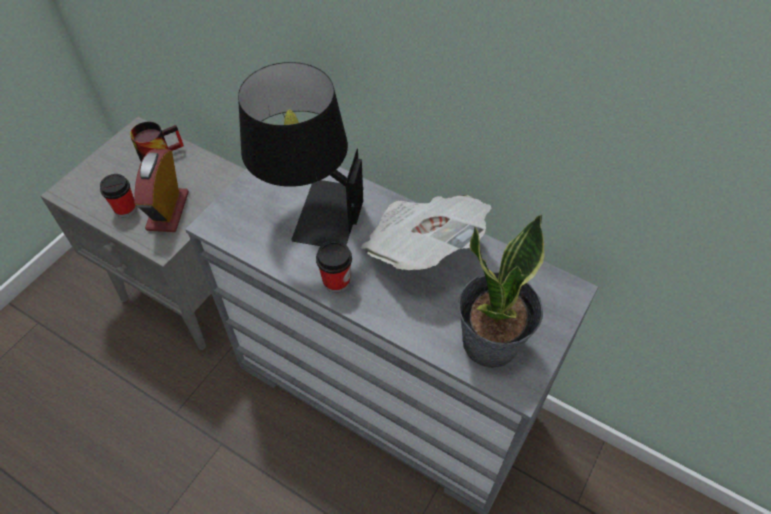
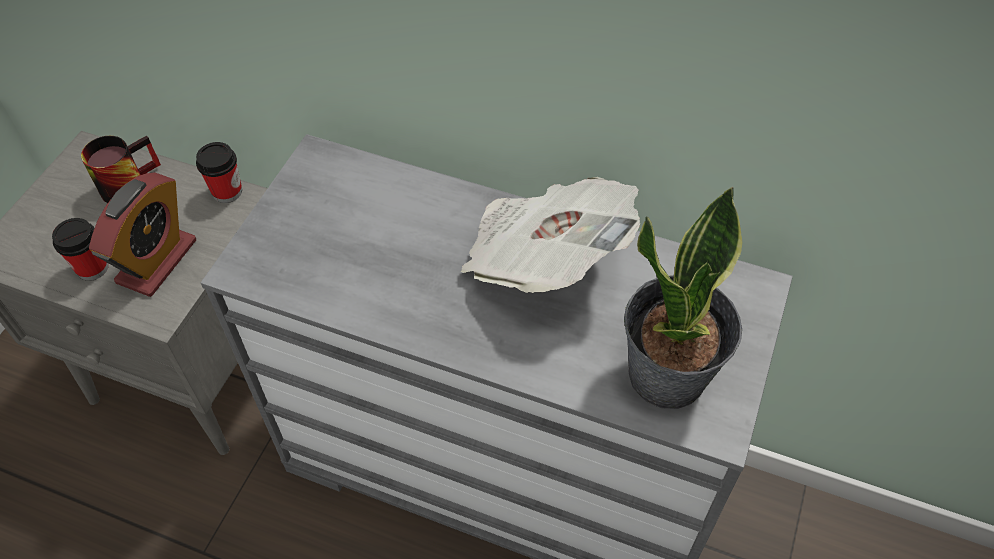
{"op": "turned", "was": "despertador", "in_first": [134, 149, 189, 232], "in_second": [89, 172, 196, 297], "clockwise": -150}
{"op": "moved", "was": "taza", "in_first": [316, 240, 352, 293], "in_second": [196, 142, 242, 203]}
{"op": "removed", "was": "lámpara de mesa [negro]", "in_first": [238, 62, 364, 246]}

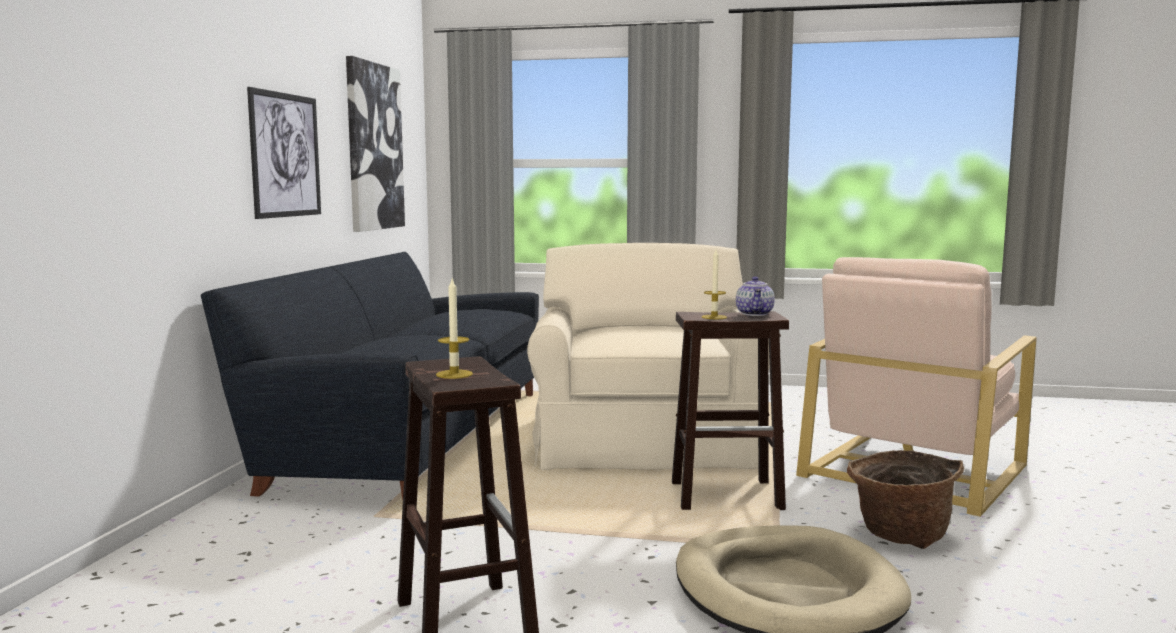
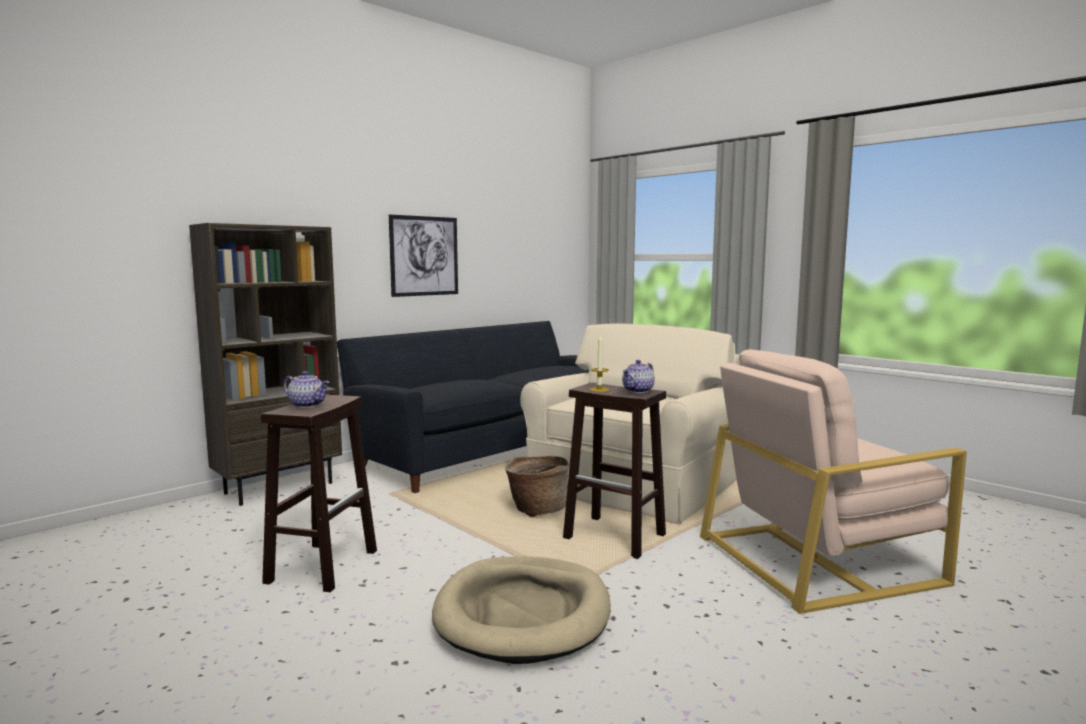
{"op": "added", "now": "estantería [marrón]", "in_second": [189, 223, 342, 506]}
{"op": "replaced", "was": "vela", "now": "tetera", "in_first": [436, 279, 473, 379], "in_second": [283, 371, 329, 408]}
{"op": "moved", "was": "cesta", "in_first": [847, 450, 964, 549], "in_second": [505, 456, 569, 517]}
{"op": "removed", "was": "cuadro", "in_first": [346, 56, 405, 232]}

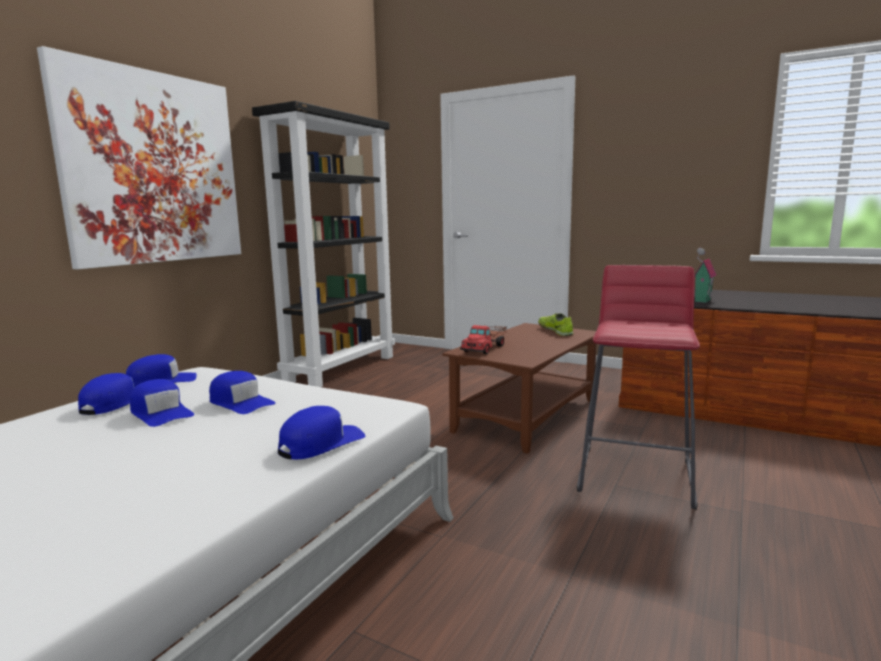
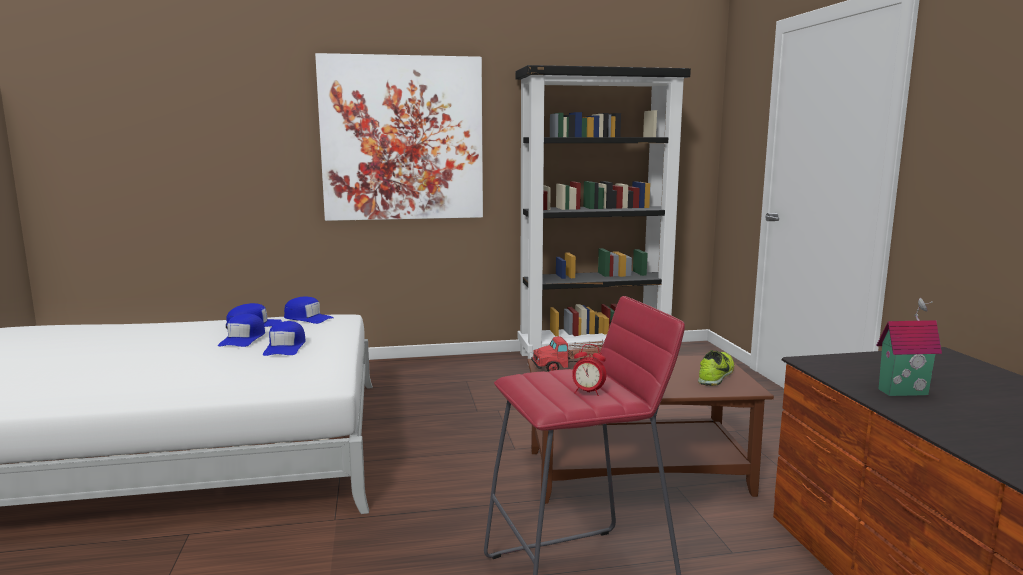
{"op": "added", "now": "despertador", "in_second": [572, 344, 607, 396]}
{"op": "removed", "was": "gorra [azul]", "in_first": [278, 406, 366, 459]}

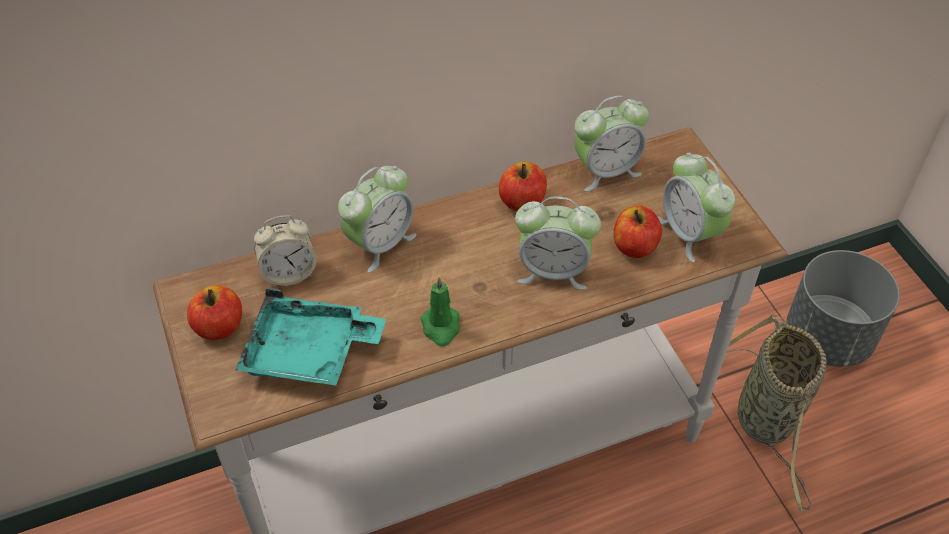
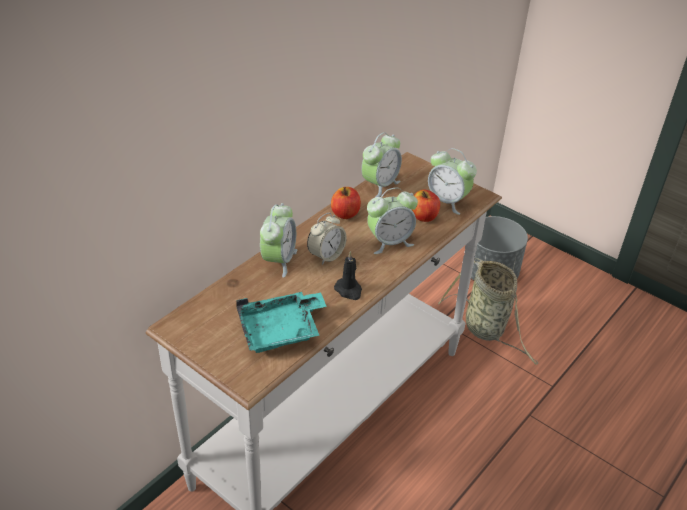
{"op": "moved", "was": "despertador", "in_first": [254, 215, 317, 286], "in_second": [307, 212, 347, 265]}
{"op": "recoloured", "was": "vela [verde]", "now": "vela [negro]", "in_first": [420, 277, 460, 347], "in_second": [334, 251, 362, 300]}
{"op": "removed", "was": "manzana", "in_first": [187, 285, 242, 340]}

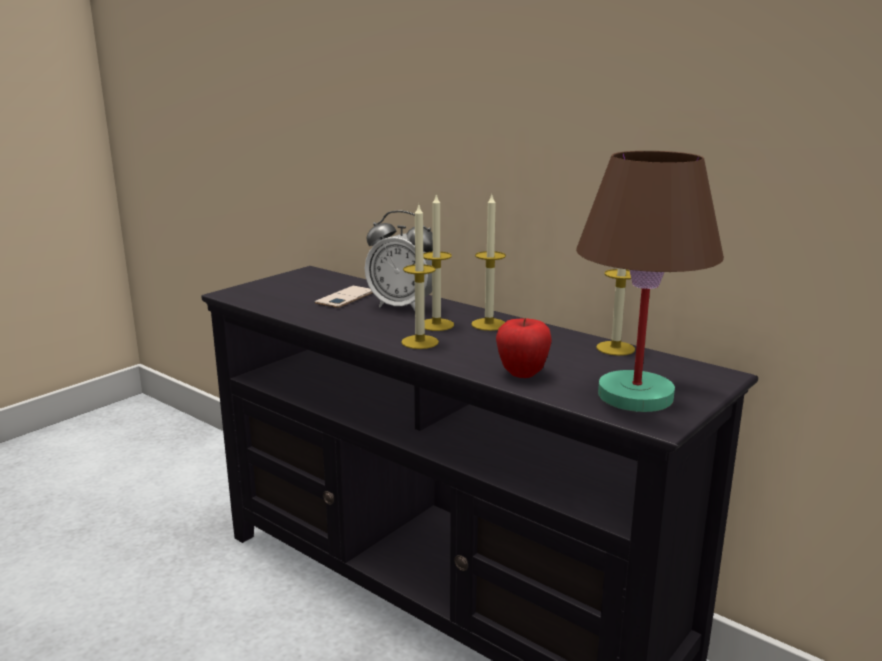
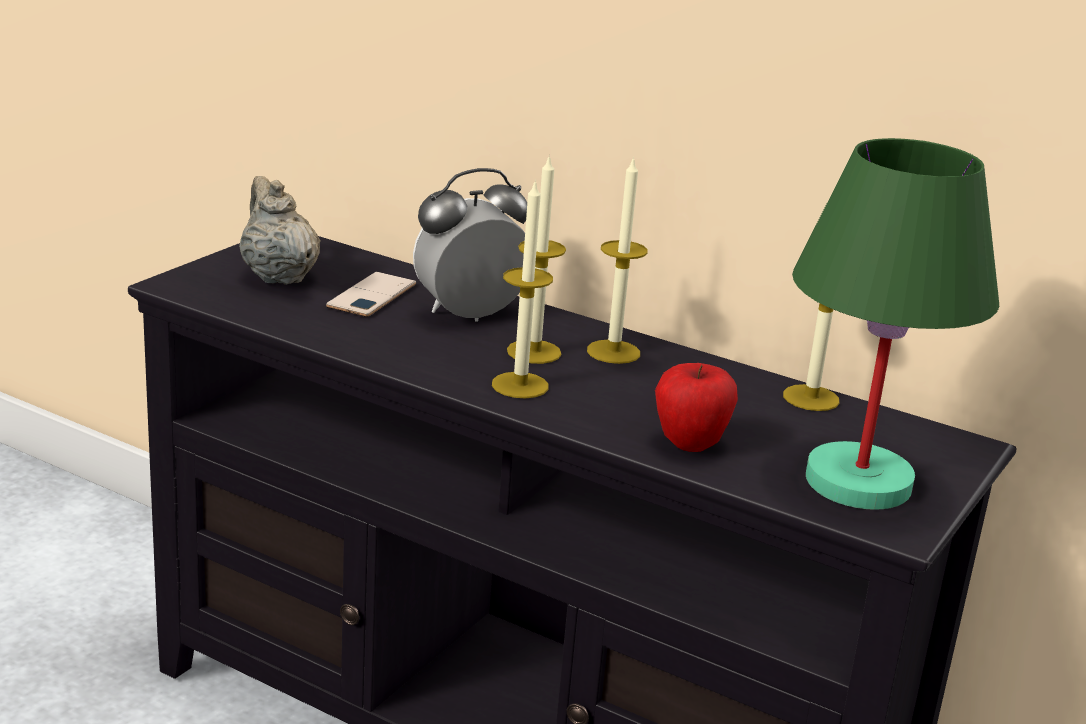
{"op": "added", "now": "tetera [beis]", "in_second": [239, 176, 320, 285]}
{"op": "turned", "was": "despertador", "in_first": [365, 210, 433, 311], "in_second": [413, 168, 527, 322], "clockwise": 135}
{"op": "recoloured", "was": "lámpara de mesa [marrón]", "now": "lámpara de mesa [verde]", "in_first": [576, 151, 724, 412], "in_second": [792, 138, 999, 510]}

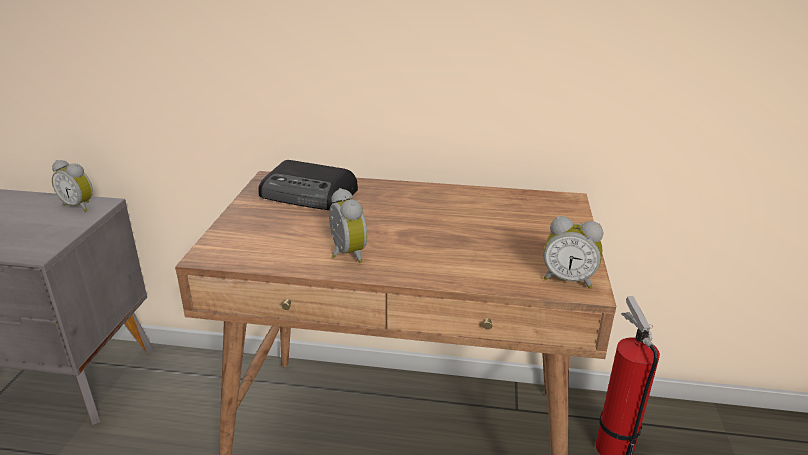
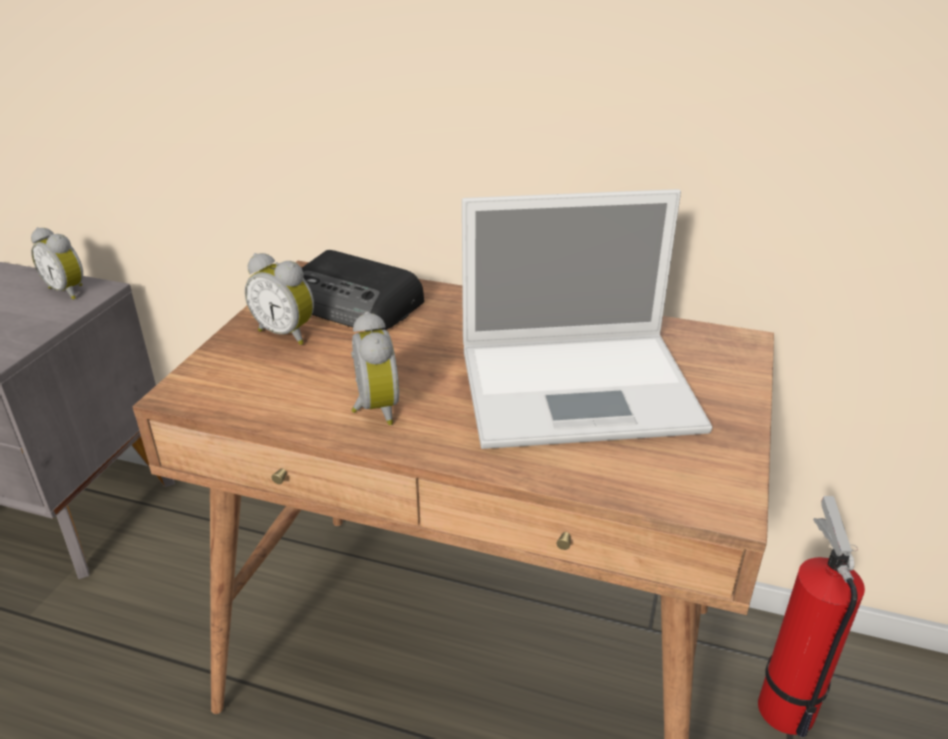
{"op": "moved", "was": "despertador", "in_first": [543, 216, 603, 289], "in_second": [245, 253, 314, 345]}
{"op": "added", "now": "portátil", "in_second": [462, 189, 713, 449]}

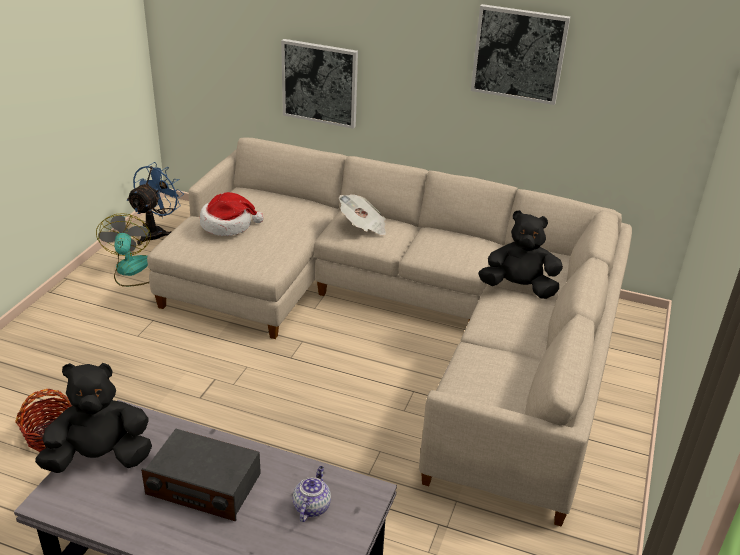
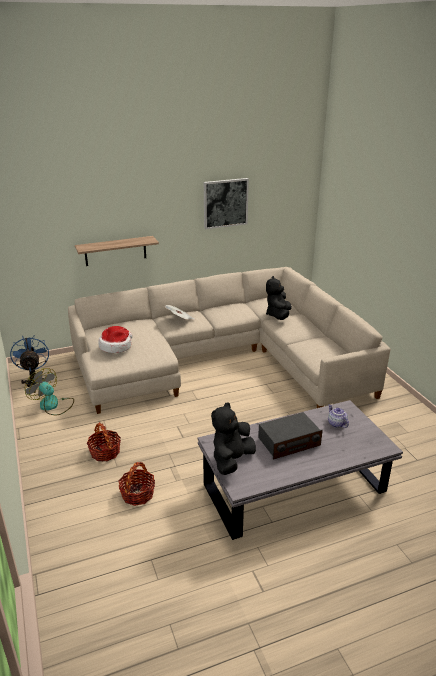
{"op": "replaced", "was": "cuadro", "now": "estante", "in_first": [281, 39, 358, 129], "in_second": [75, 236, 159, 266]}
{"op": "added", "now": "cesta", "in_second": [87, 422, 121, 461]}
{"op": "turned", "was": "peluche [negro]", "in_first": [478, 210, 563, 299], "in_second": [266, 276, 292, 320], "clockwise": -45}

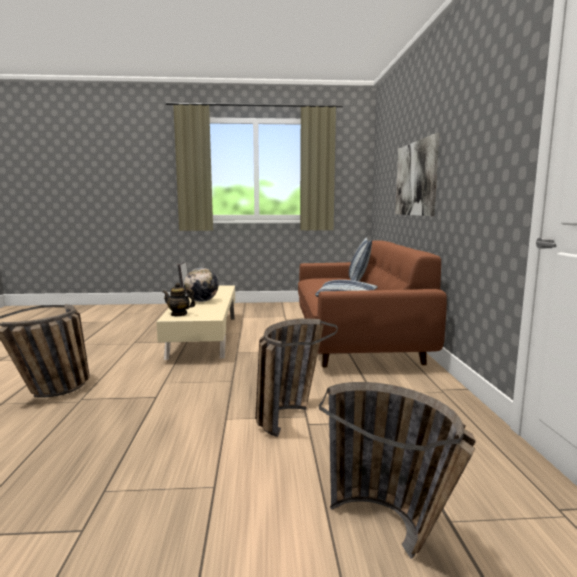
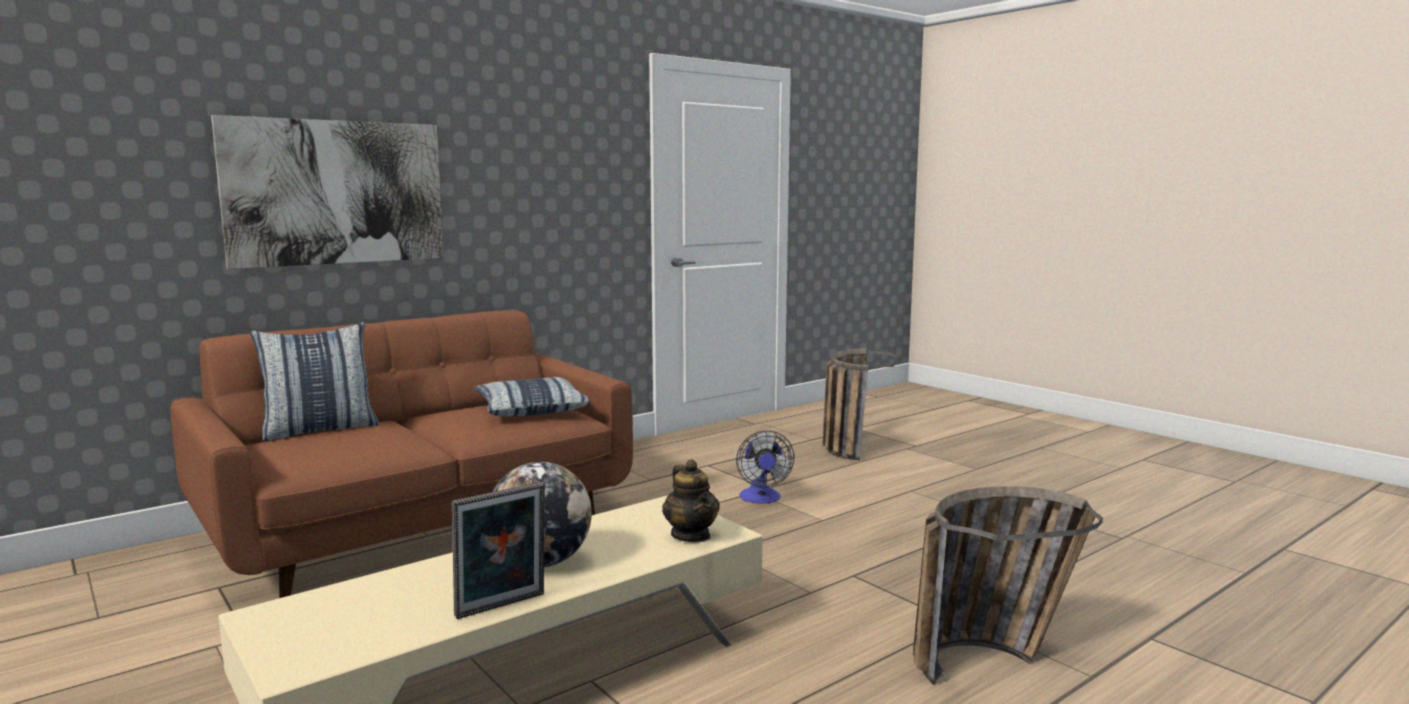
{"op": "replaced", "was": "cesta", "now": "ventilador", "in_first": [255, 319, 338, 437], "in_second": [736, 431, 795, 503]}

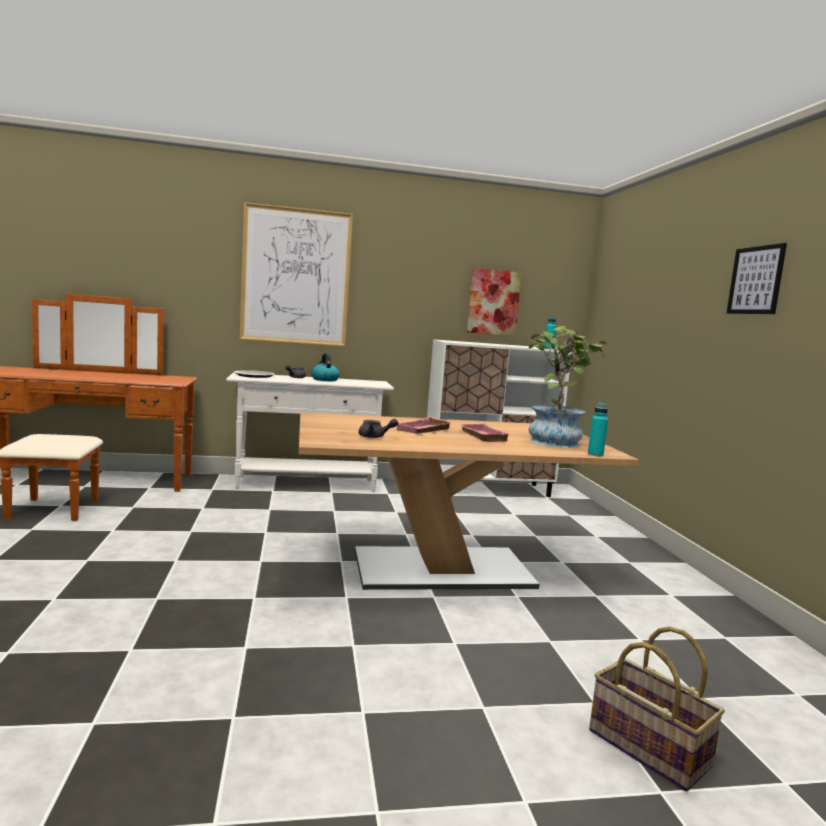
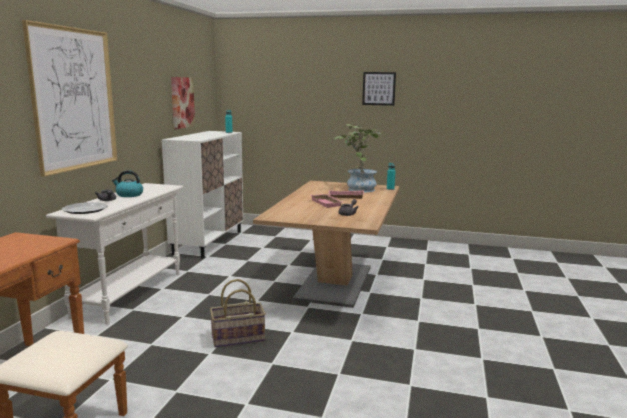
{"op": "moved", "was": "cesta", "in_first": [589, 626, 725, 792], "in_second": [210, 279, 266, 348]}

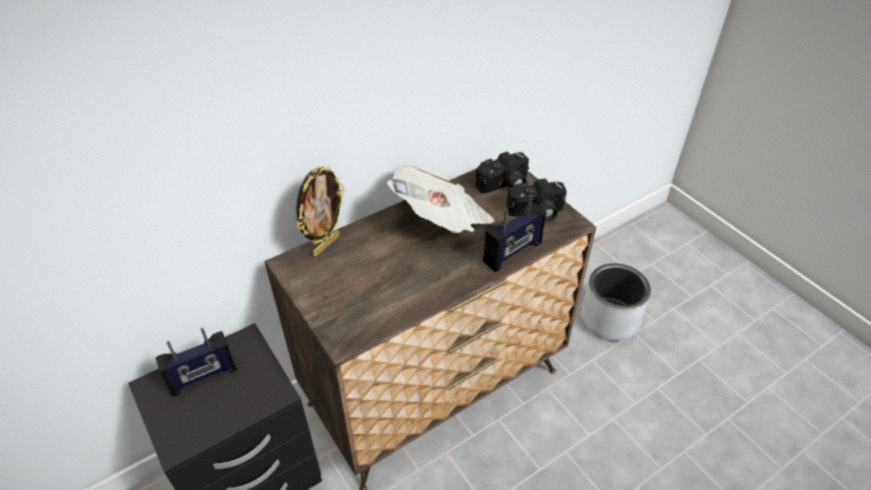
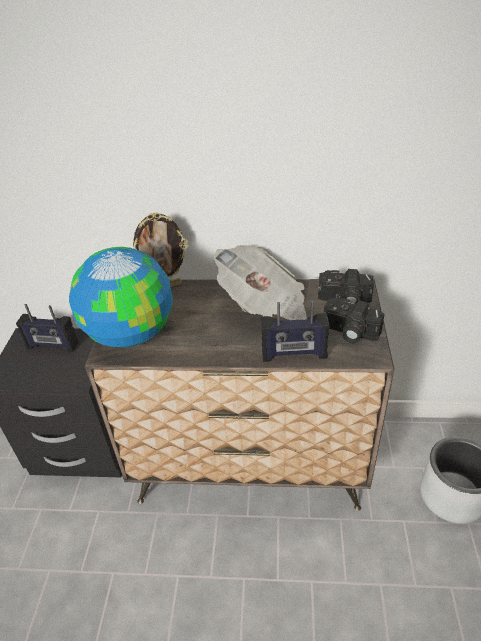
{"op": "added", "now": "globo terráqueo", "in_second": [69, 247, 173, 348]}

